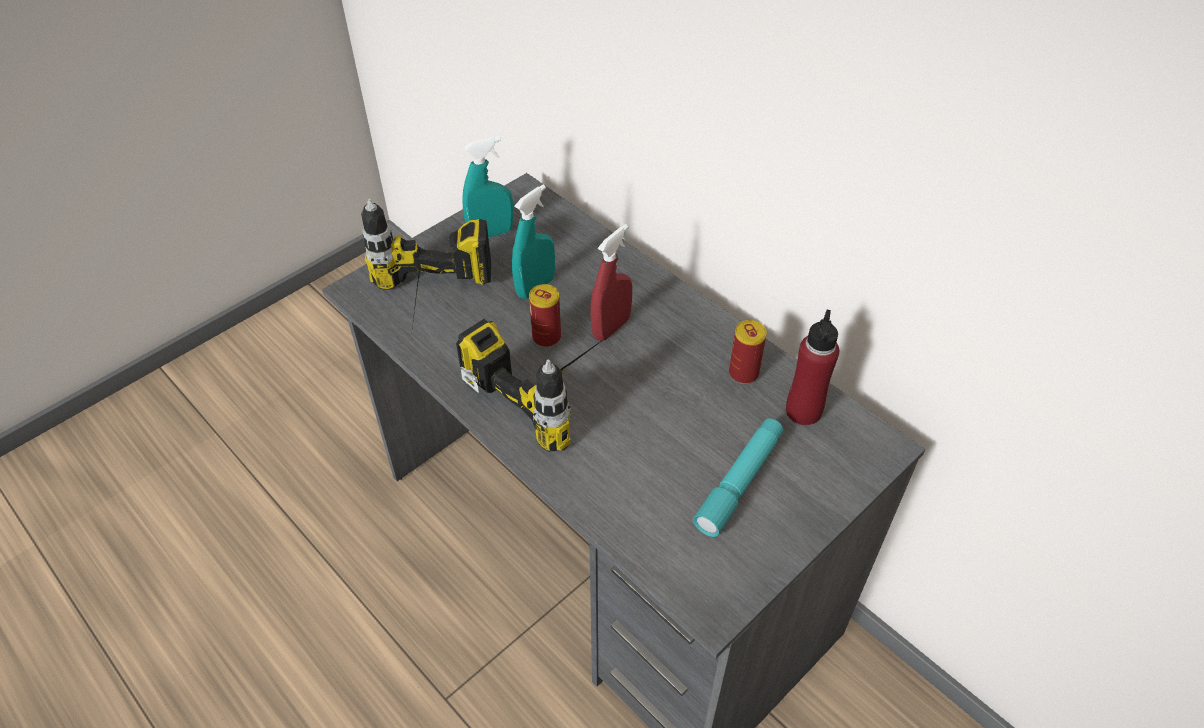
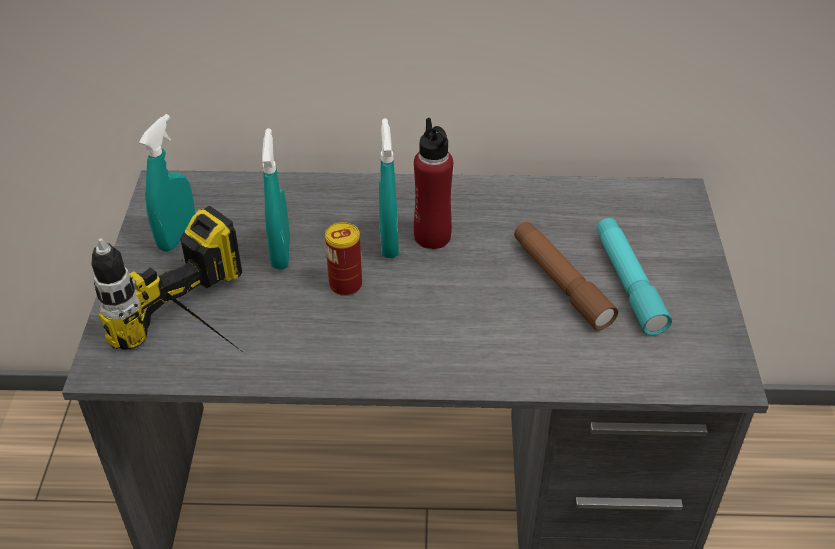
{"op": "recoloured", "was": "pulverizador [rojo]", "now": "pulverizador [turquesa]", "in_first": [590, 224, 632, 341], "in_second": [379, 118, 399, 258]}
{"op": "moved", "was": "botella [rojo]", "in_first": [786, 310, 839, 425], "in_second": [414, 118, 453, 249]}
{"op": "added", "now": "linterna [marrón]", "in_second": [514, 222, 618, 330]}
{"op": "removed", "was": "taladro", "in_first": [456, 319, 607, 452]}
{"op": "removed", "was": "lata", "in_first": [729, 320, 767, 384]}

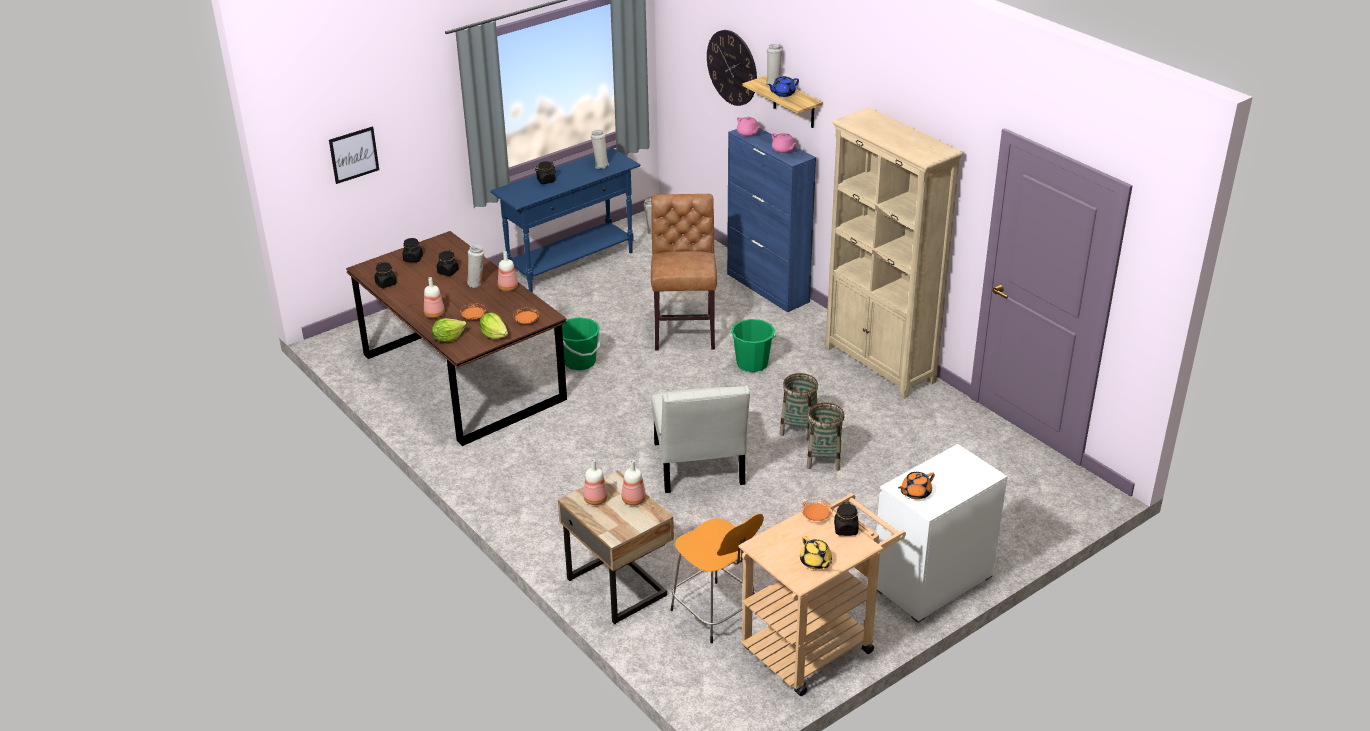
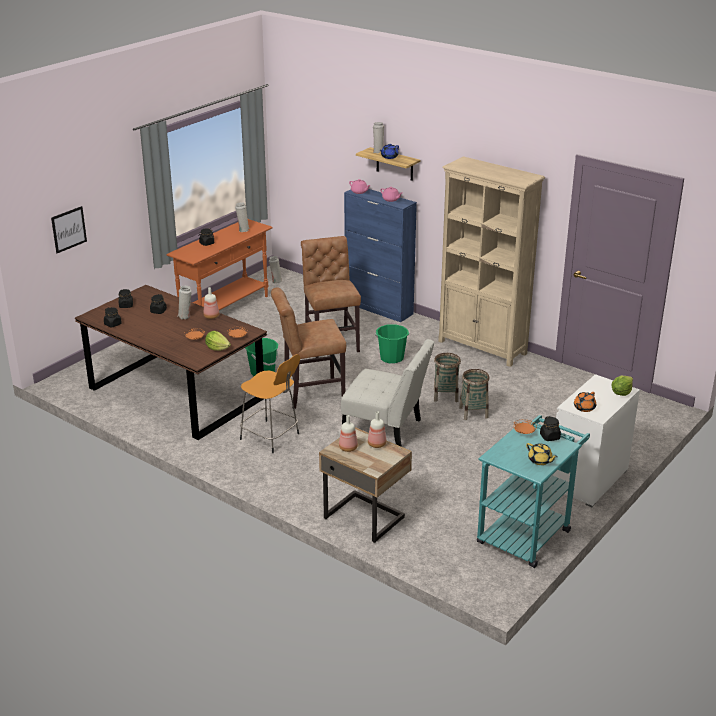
{"op": "recoloured", "was": "mesa consola [azul]", "now": "mesa consola [naranja]", "in_first": [490, 148, 641, 292], "in_second": [167, 219, 273, 310]}
{"op": "moved", "was": "taburete [naranja]", "in_first": [671, 514, 764, 643], "in_second": [240, 354, 300, 453]}
{"op": "added", "now": "silla [marrón]", "in_second": [271, 287, 346, 409]}
{"op": "turned", "was": "silla [blanco]", "in_first": [651, 385, 750, 493], "in_second": [341, 339, 435, 447], "clockwise": -45}
{"op": "recoloured", "was": "carrito [beis]", "now": "carrito [turquesa]", "in_first": [738, 493, 906, 696], "in_second": [477, 415, 590, 568]}
{"op": "moved", "was": "lechuga", "in_first": [432, 318, 467, 343], "in_second": [611, 376, 633, 396]}
{"op": "removed", "was": "botella", "in_first": [424, 277, 445, 318]}
{"op": "removed", "was": "reloj de pared", "in_first": [707, 30, 757, 106]}

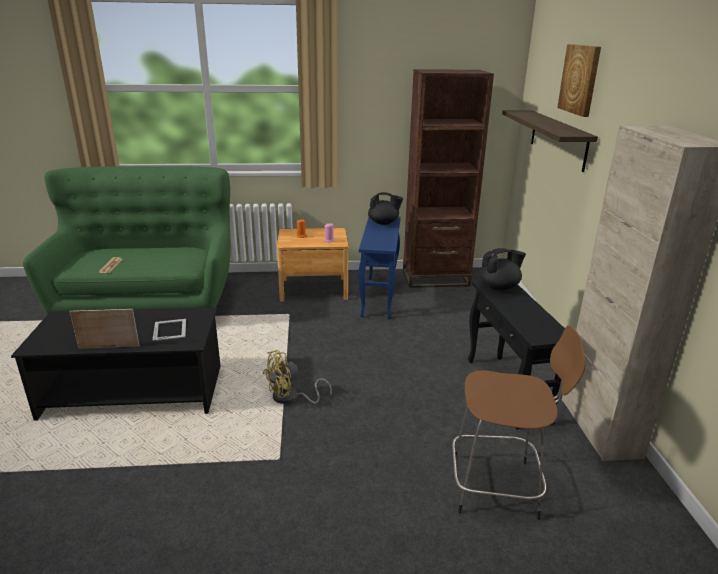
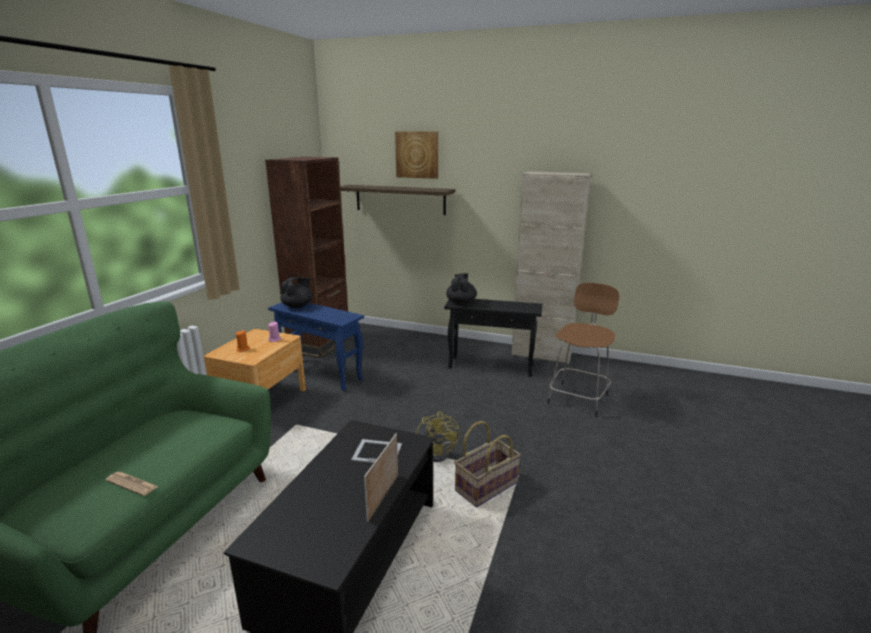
{"op": "added", "now": "cesta", "in_second": [454, 421, 521, 507]}

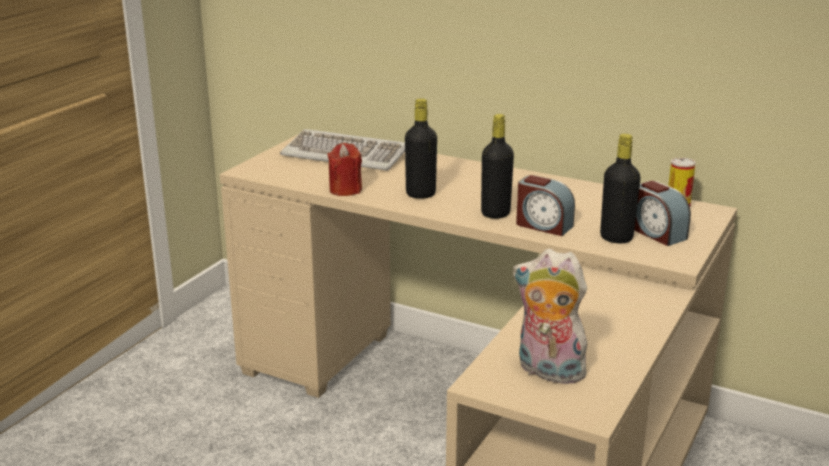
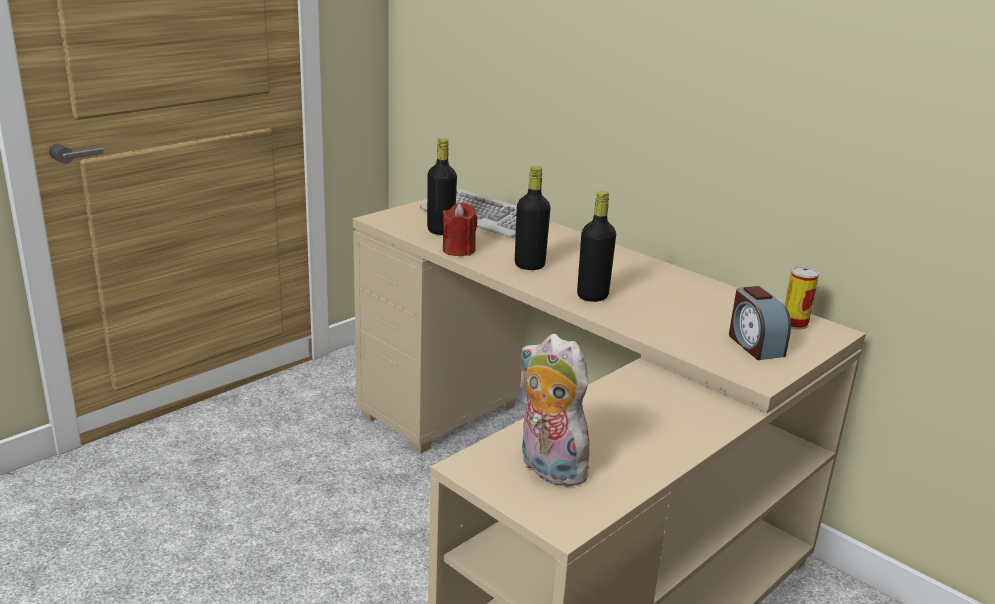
{"op": "moved", "was": "botella [negro]", "in_first": [600, 134, 641, 243], "in_second": [427, 138, 457, 235]}
{"op": "removed", "was": "despertador", "in_first": [516, 175, 575, 236]}

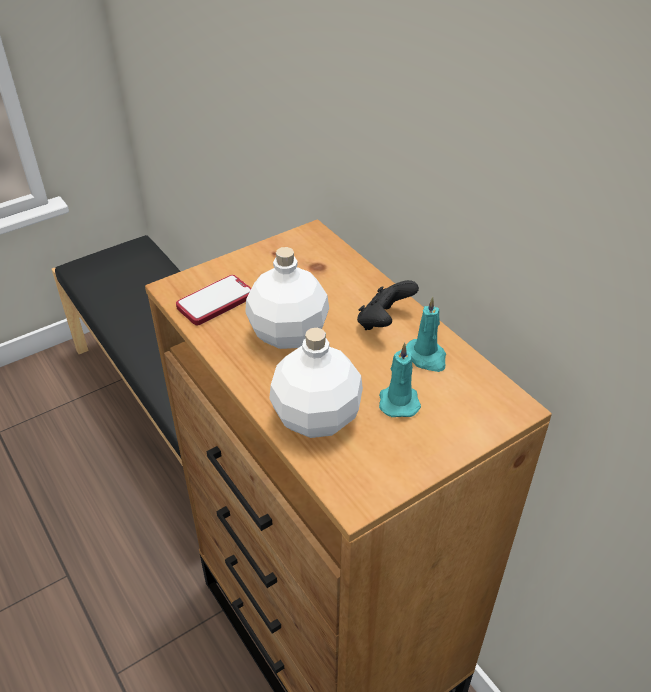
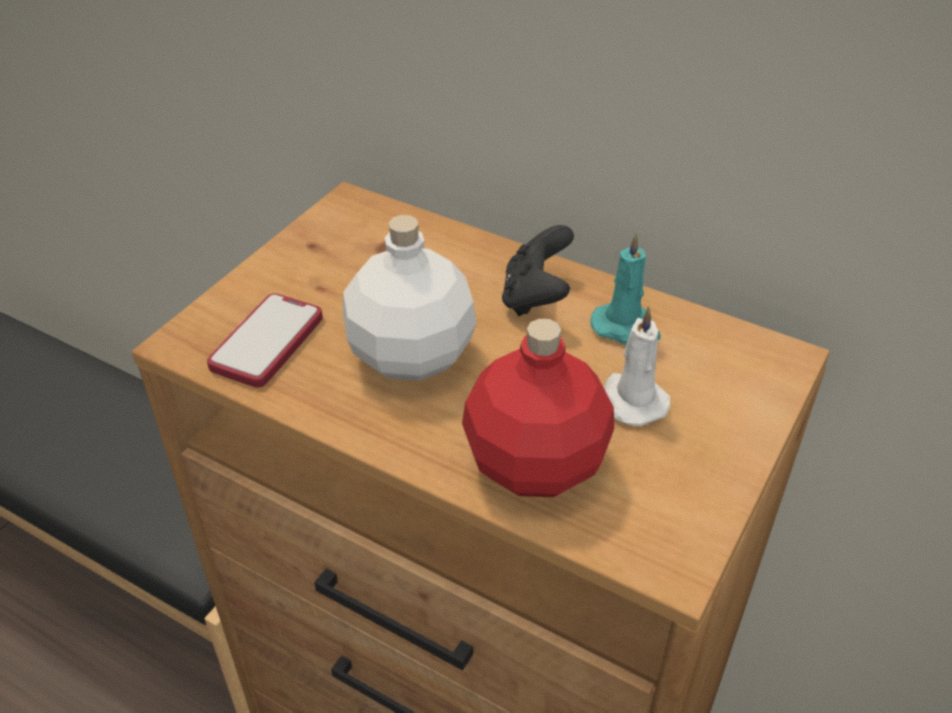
{"op": "recoloured", "was": "botella [blanco]", "now": "botella [rojo]", "in_first": [269, 328, 363, 438], "in_second": [462, 319, 614, 497]}
{"op": "recoloured", "was": "vela [turquesa]", "now": "vela [blanco]", "in_first": [379, 343, 421, 417], "in_second": [604, 306, 670, 426]}

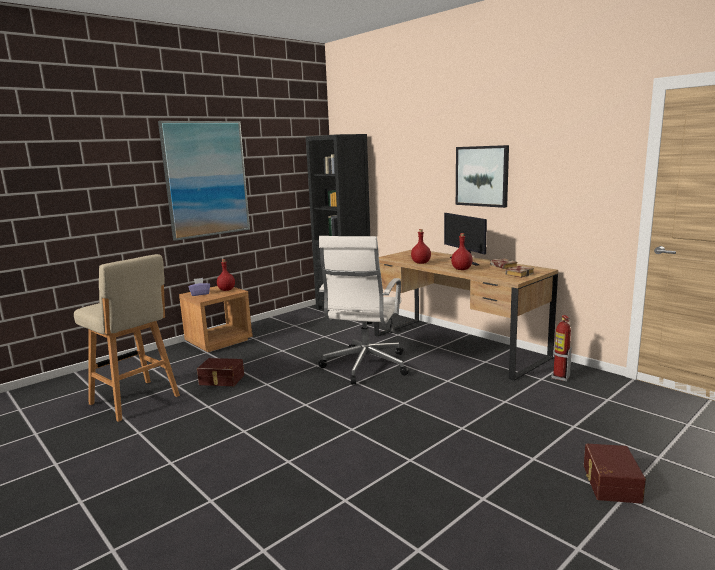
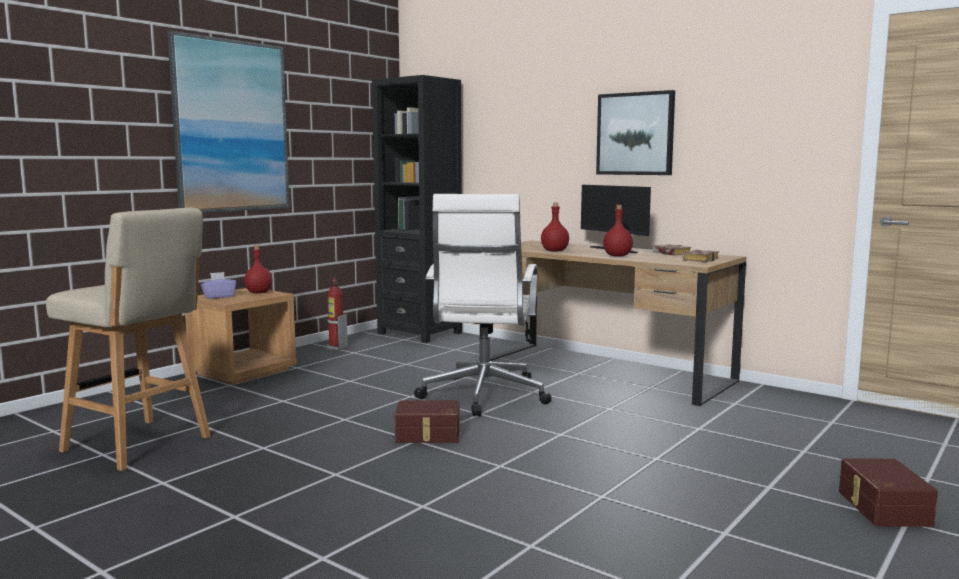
{"op": "moved", "was": "extintor", "in_first": [551, 315, 572, 381], "in_second": [326, 279, 348, 350]}
{"op": "moved", "was": "caja de almacenaje [marrón]", "in_first": [197, 358, 244, 386], "in_second": [394, 400, 459, 443]}

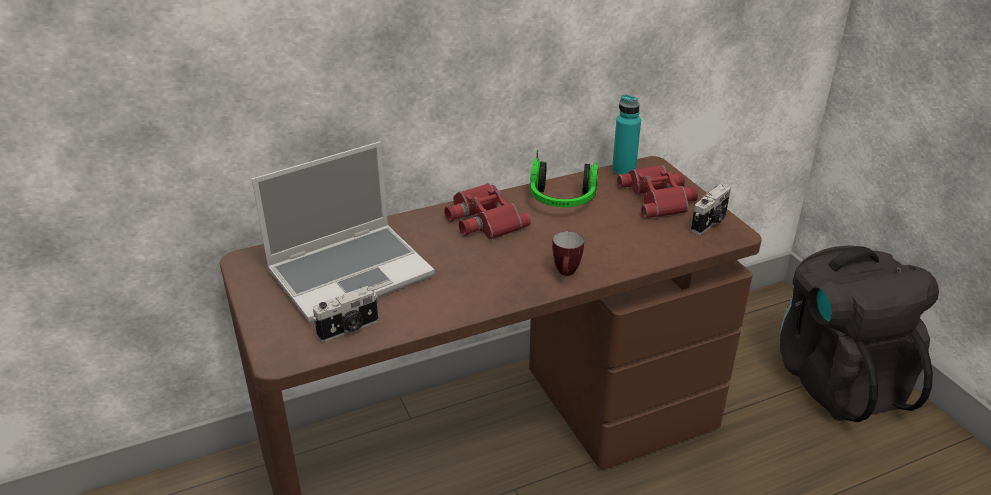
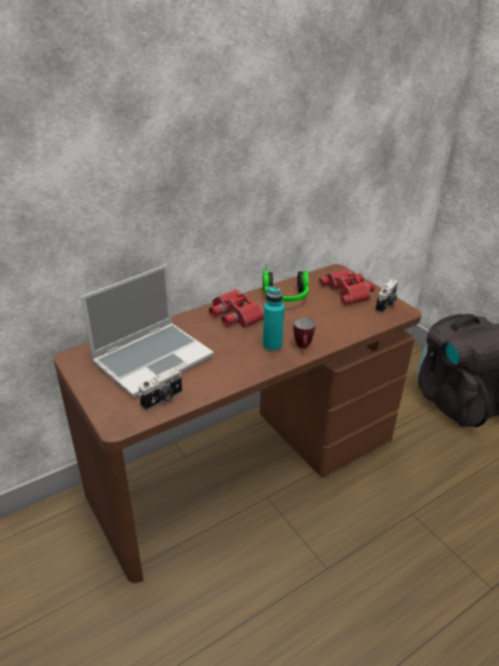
{"op": "moved", "was": "botella [turquesa]", "in_first": [612, 94, 641, 176], "in_second": [263, 286, 285, 351]}

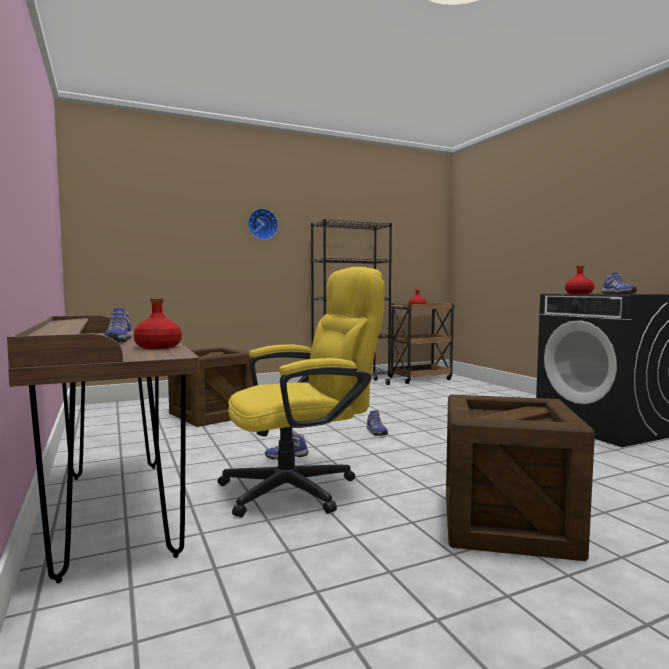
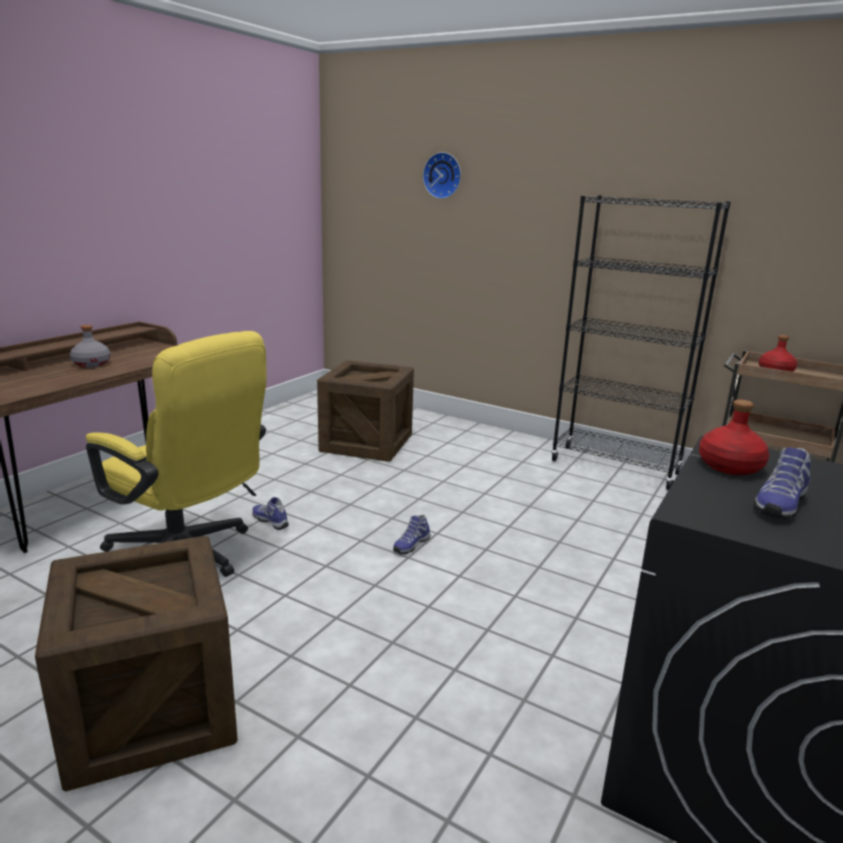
{"op": "replaced", "was": "zapato", "now": "botella [gris]", "in_first": [104, 308, 132, 343], "in_second": [70, 325, 111, 367]}
{"op": "moved", "was": "reloj de pared", "in_first": [248, 208, 278, 240], "in_second": [423, 152, 461, 199]}
{"op": "removed", "was": "botella [rojo]", "in_first": [133, 298, 182, 349]}

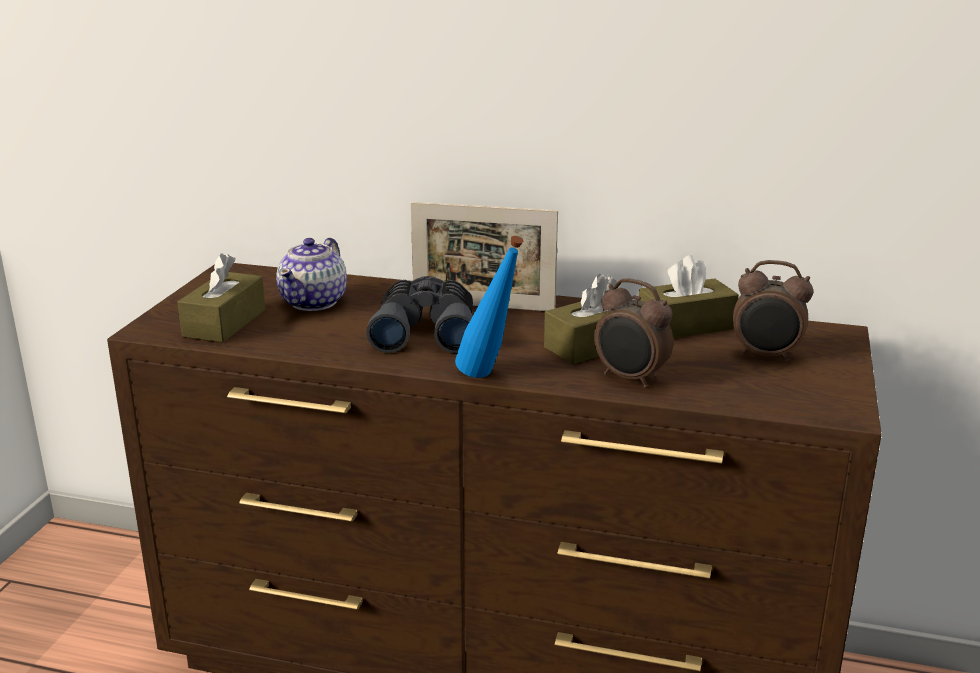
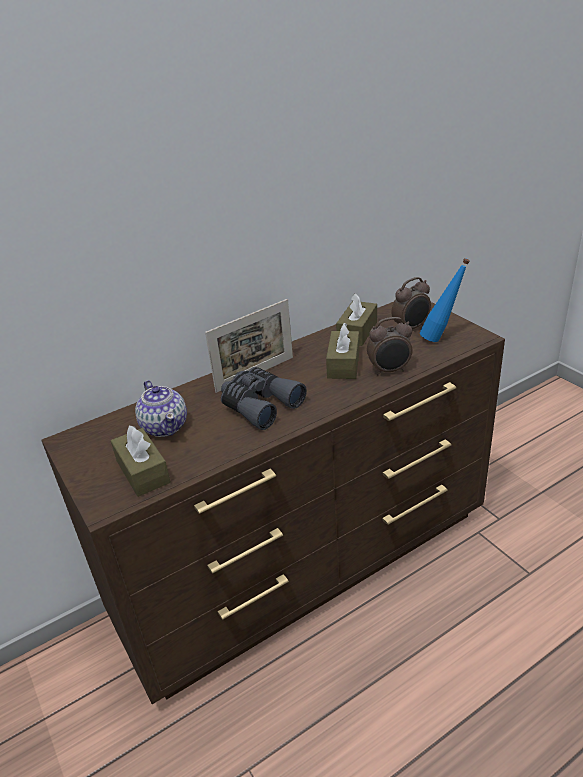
{"op": "moved", "was": "botella [azul]", "in_first": [455, 236, 523, 378], "in_second": [420, 258, 470, 342]}

